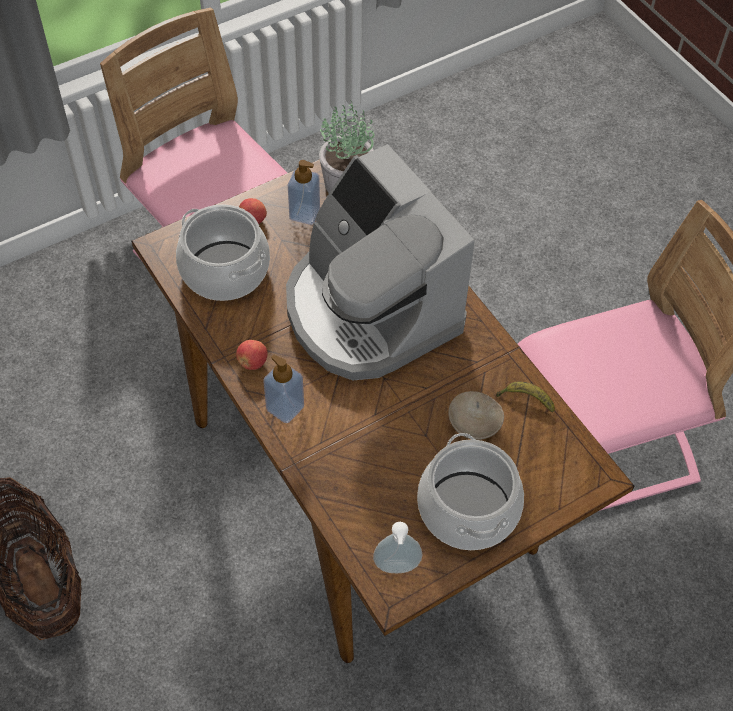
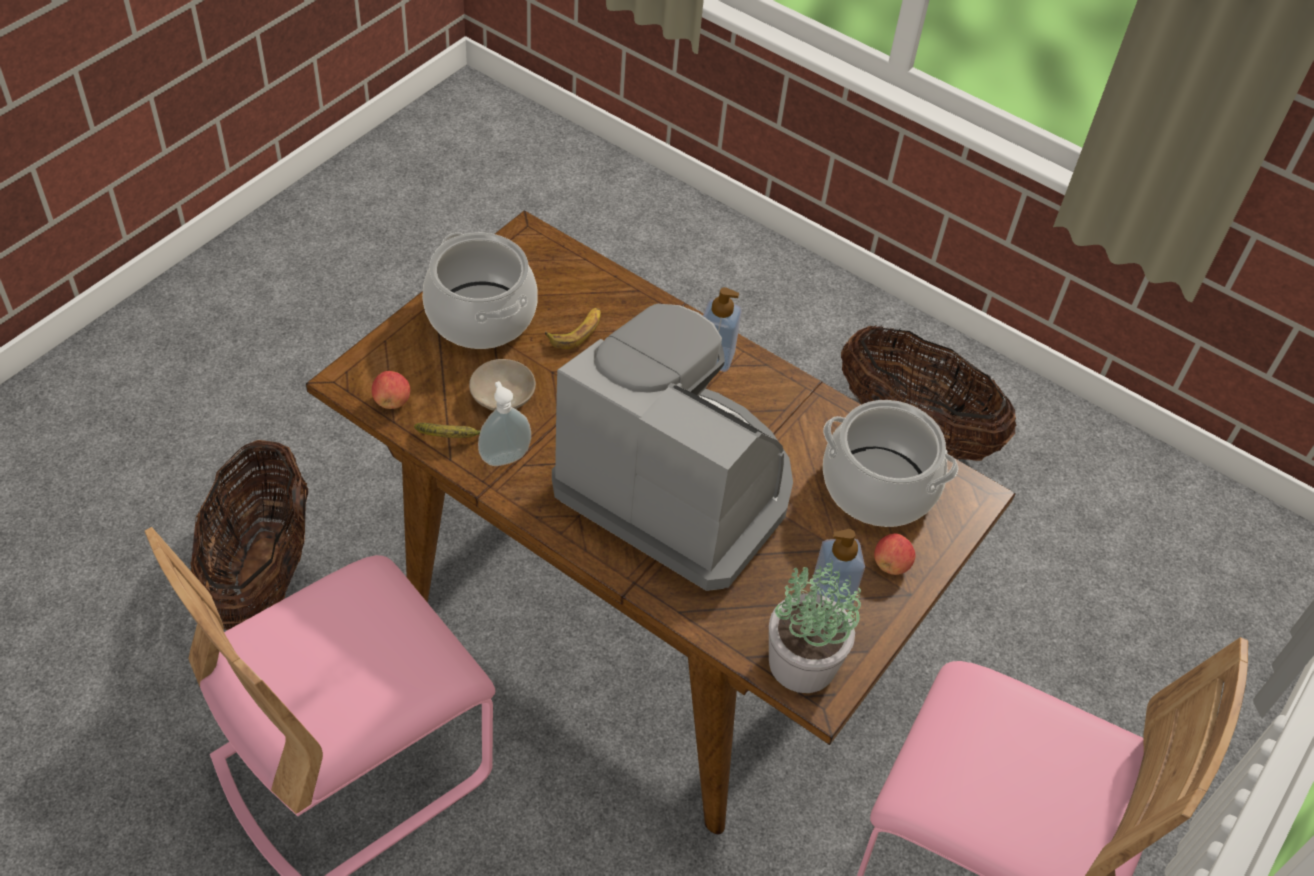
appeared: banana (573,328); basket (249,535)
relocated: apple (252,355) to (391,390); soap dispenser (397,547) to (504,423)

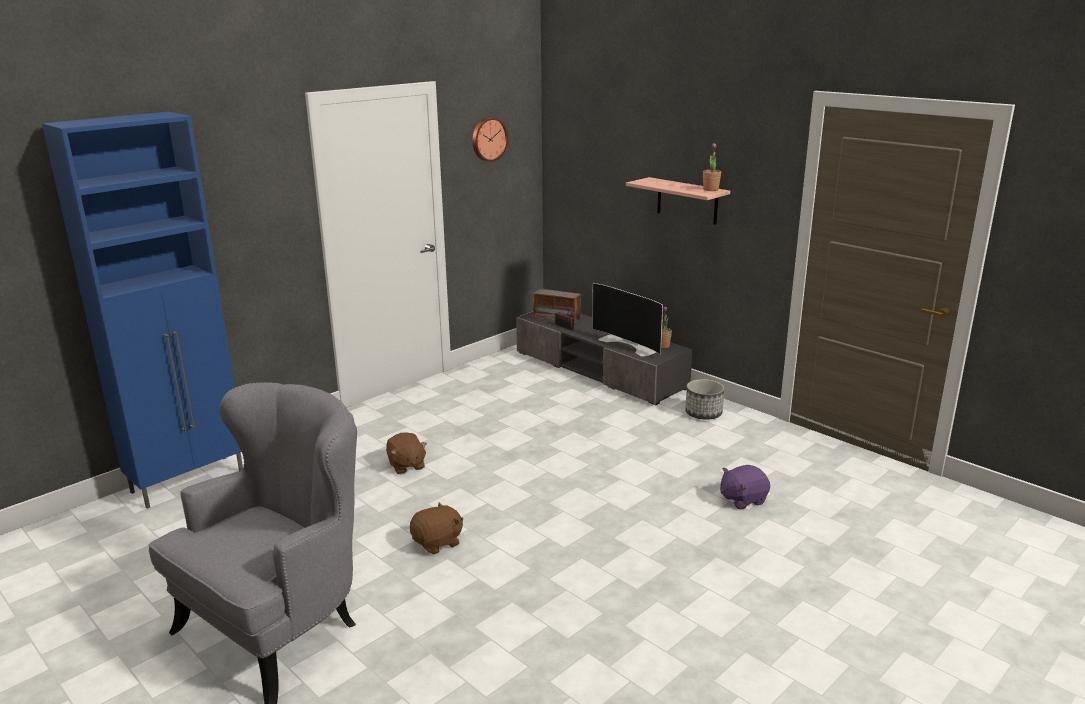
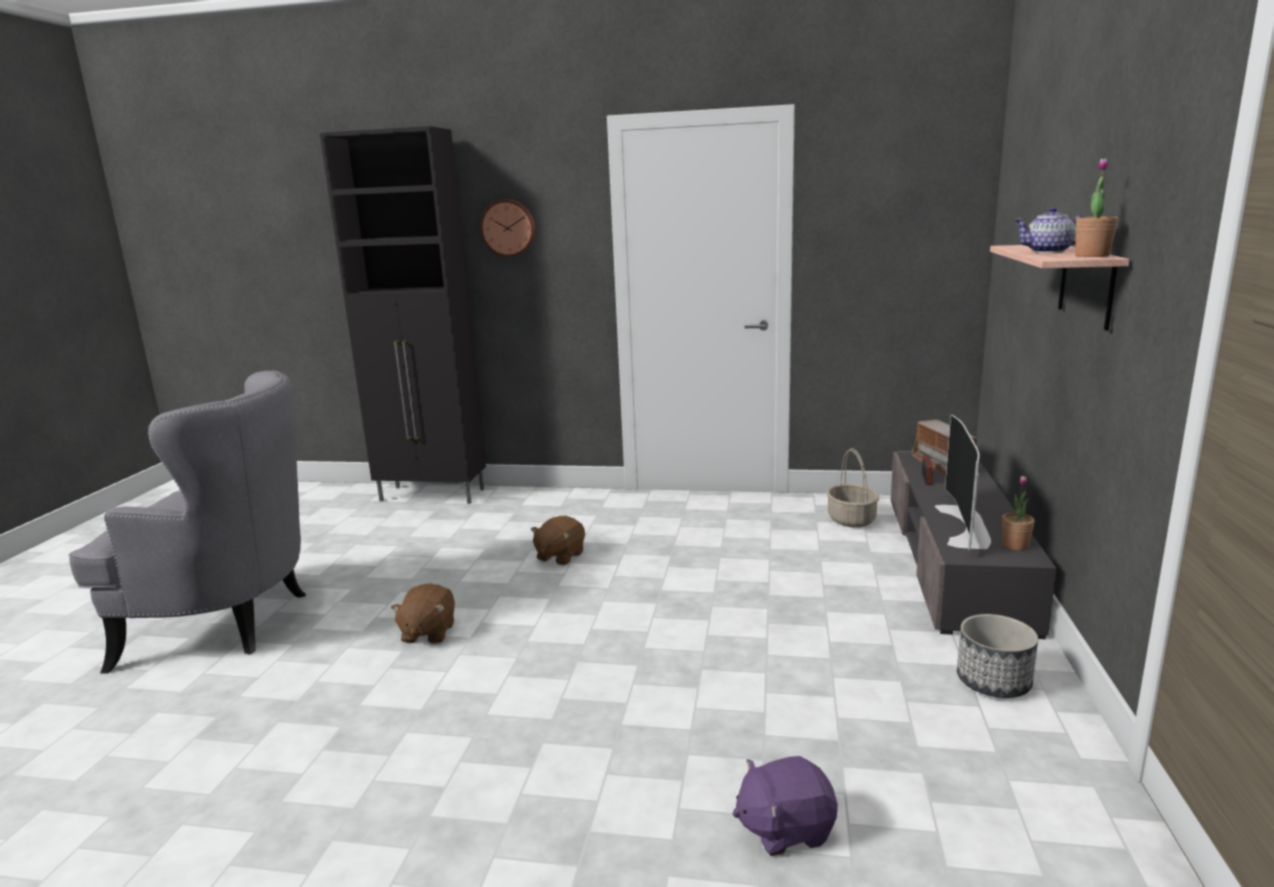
appeared: teapot (1049,230); basket (853,488)
relocated: wall clock (490,139) to (507,228)
colour: cabinet (blue) (142,310) to cabinet (black) (403,315)
spun: plush toy (purple) (745,487) = (785,806) 45 degrees counterclockwise; plush toy (brown) (436,528) = (423,613) 75 degrees clockwise

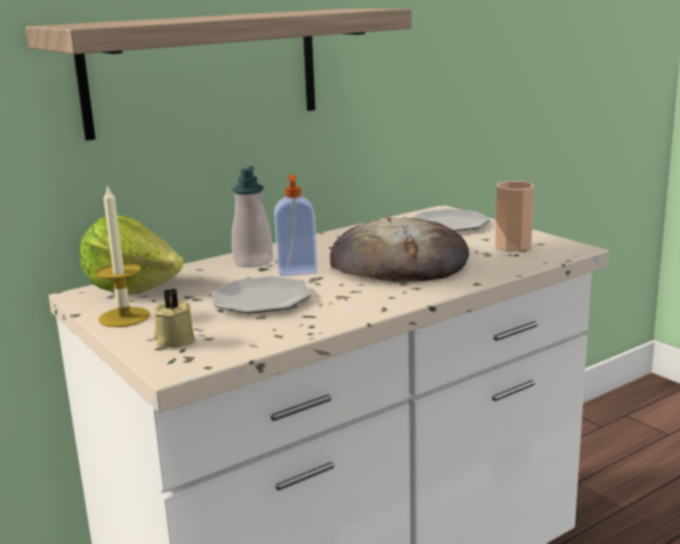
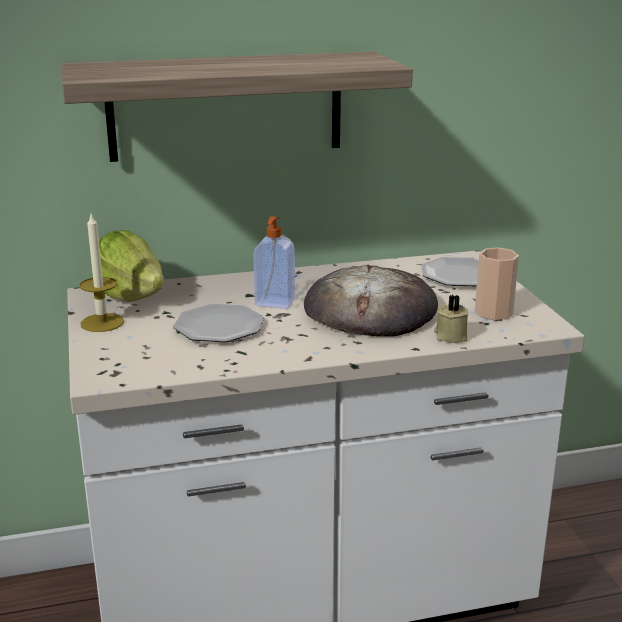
missing: soap dispenser (252,217)
relocated: candle (beige) (174,318) to (451,319)

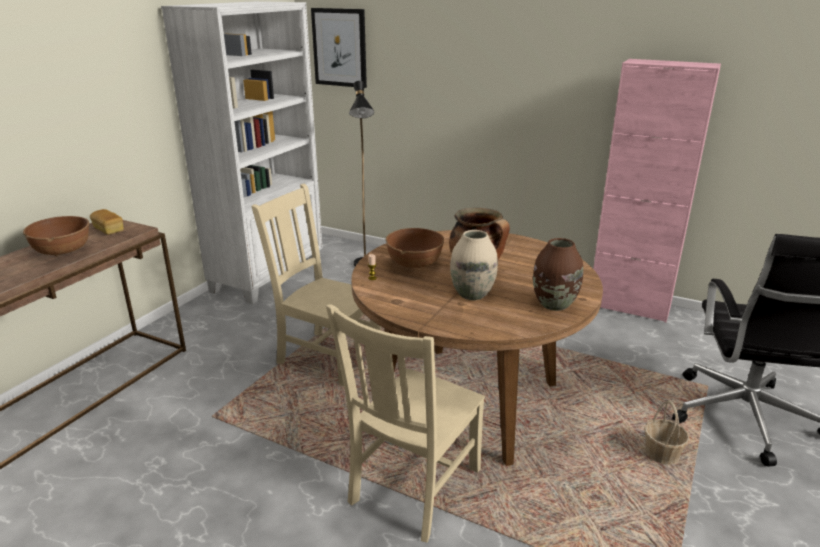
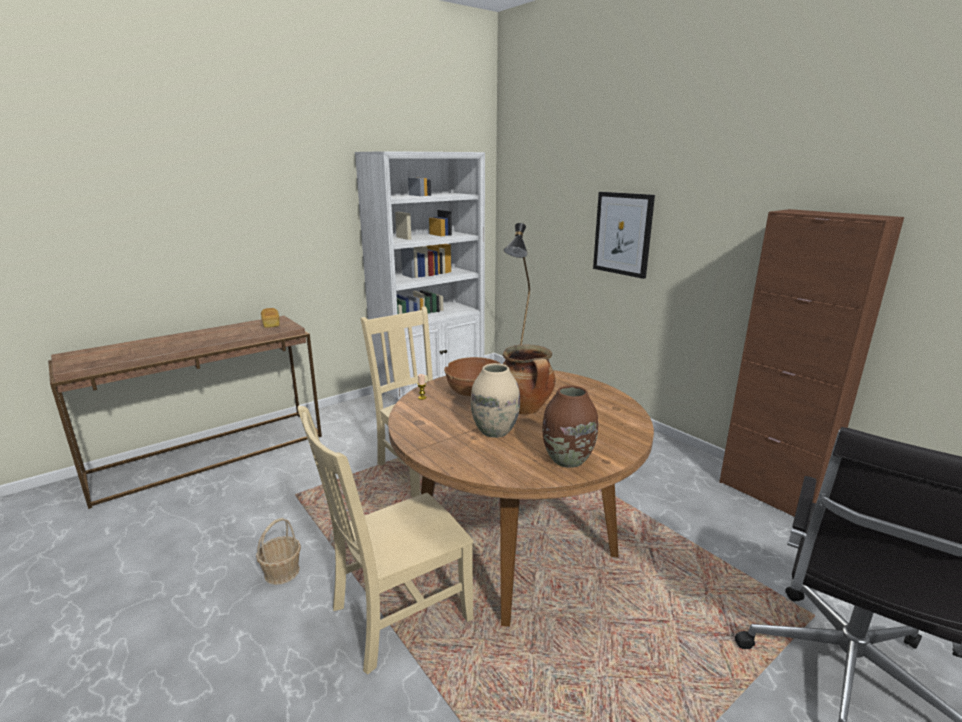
missing: bowl (brown) (56,236)
relocated: picture (339,48) to (624,235); basket (667,432) to (278,551)
colour: cabinet (pink) (657,191) to cabinet (brown) (811,363)

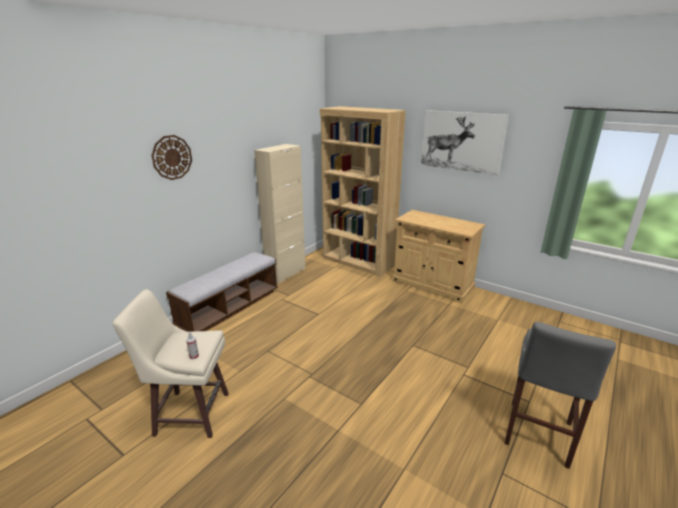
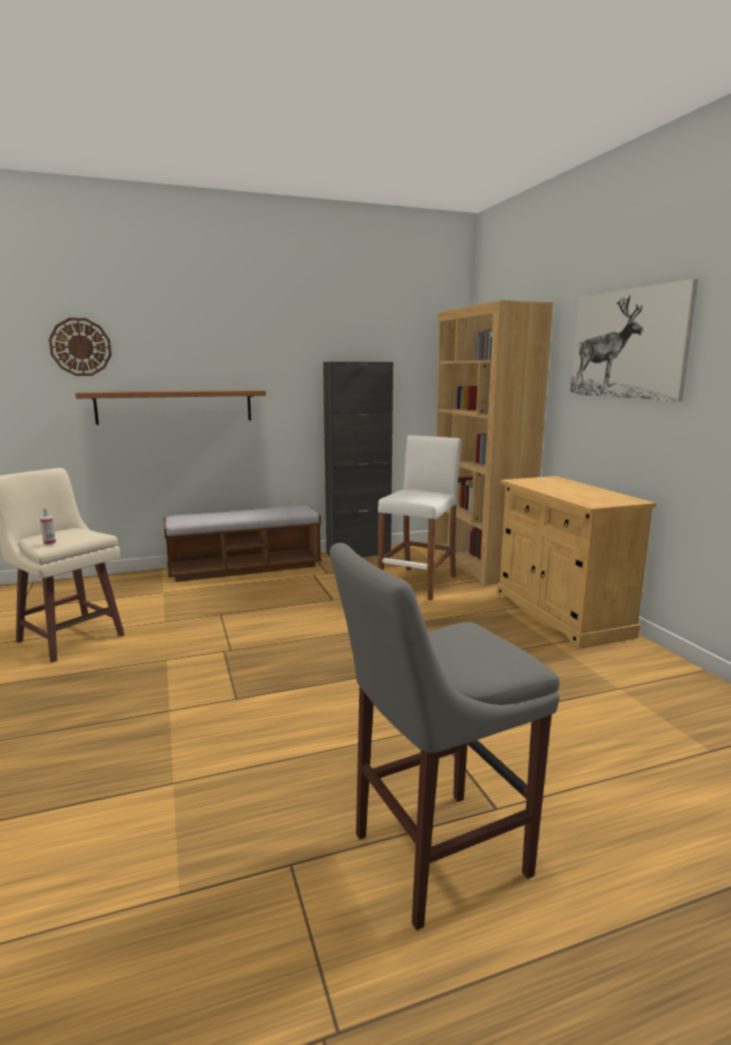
appeared: shelf (170,407); stool (white) (420,518)
relocated: wall clock (171,157) to (80,347)
colour: cabinet (beige) (280,214) to cabinet (black) (358,459)

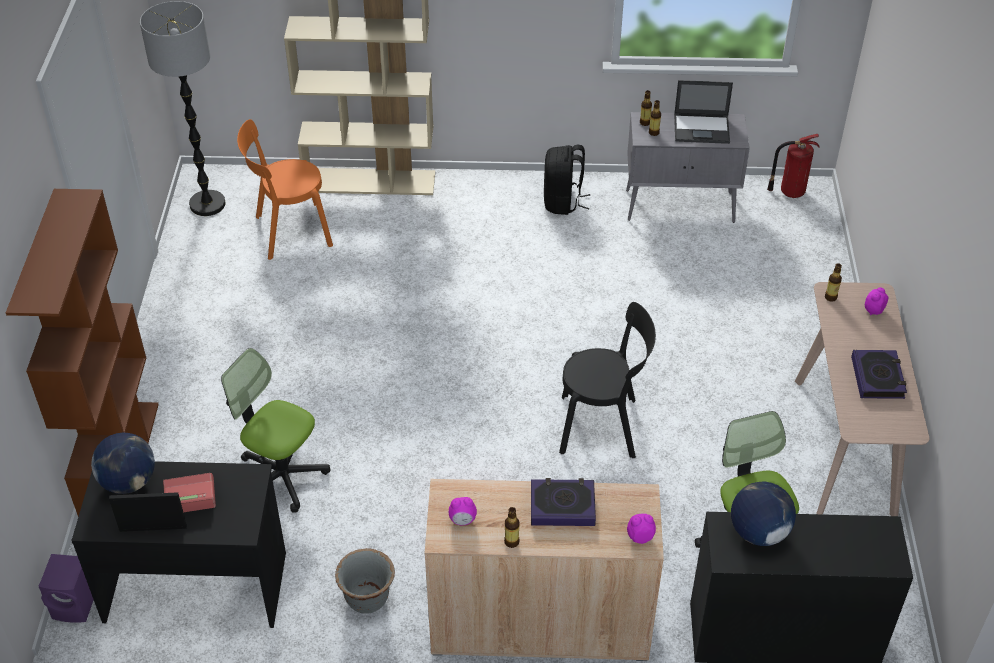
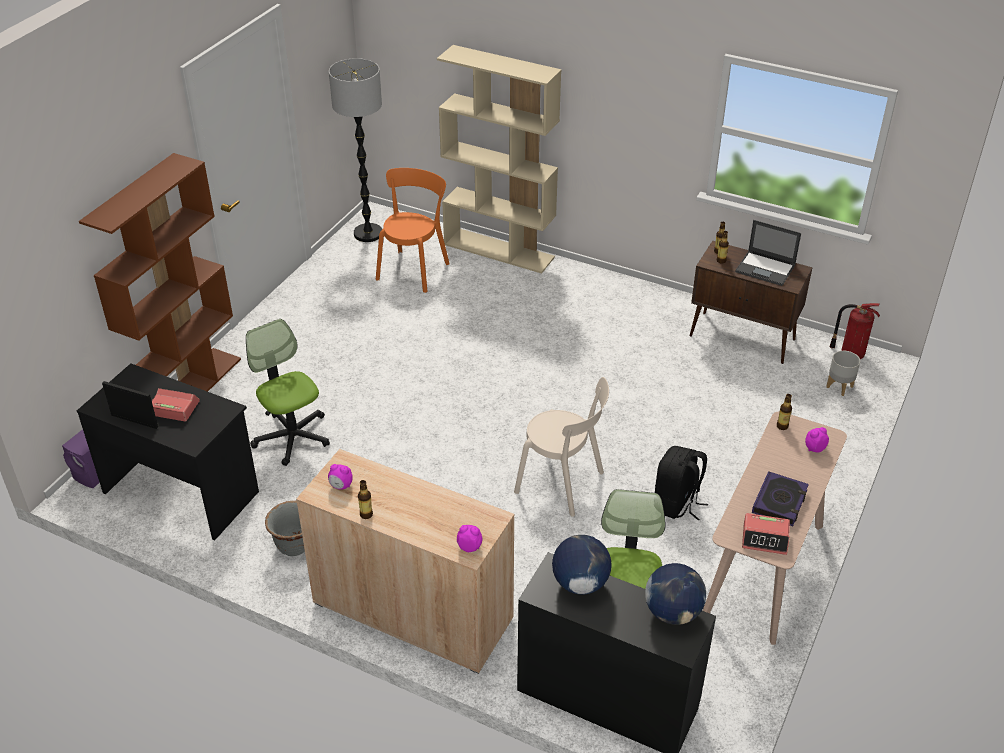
missing: book (563,502)
appeared: planter (grey) (843,373); alarm clock (766,534)
relocated: backpack (black) (567,180) to (681,483); globe (123,463) to (675,594)
colour: cabinet (grey) (688,167) to cabinet (brown) (751,302); chair (black) (607,380) to chair (beige) (561,447)
spun: chair (orange) (285,189) = (413,230) 105 degrees clockwise

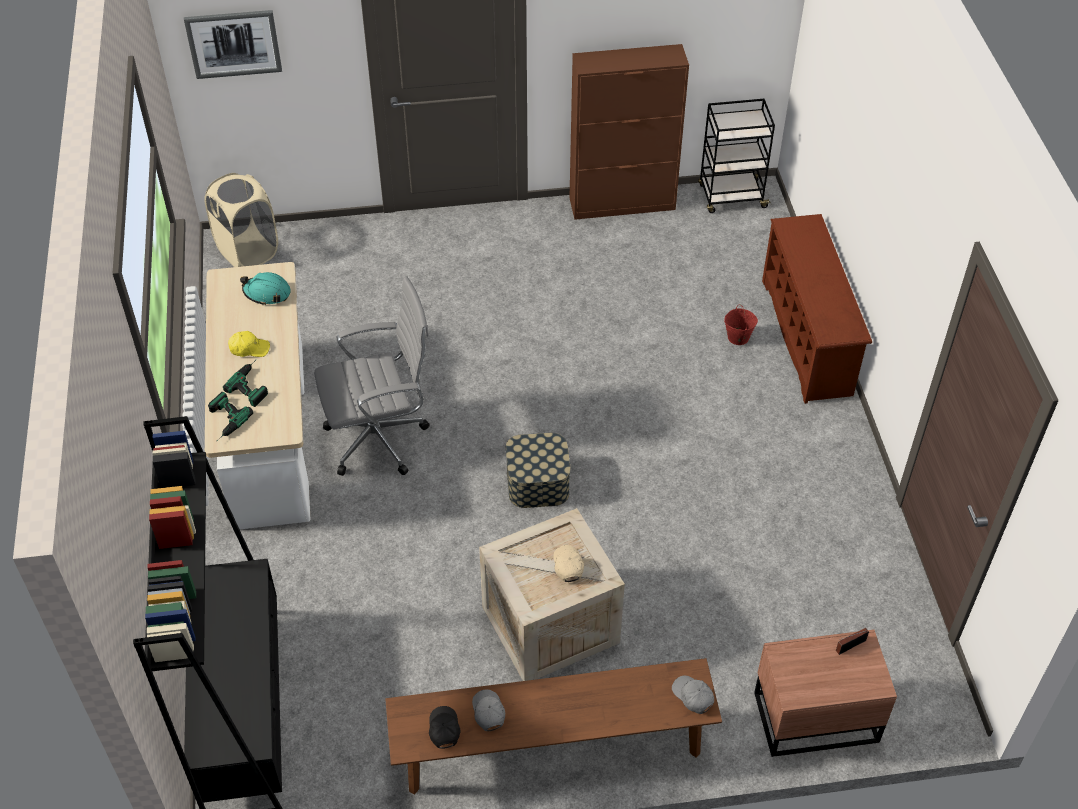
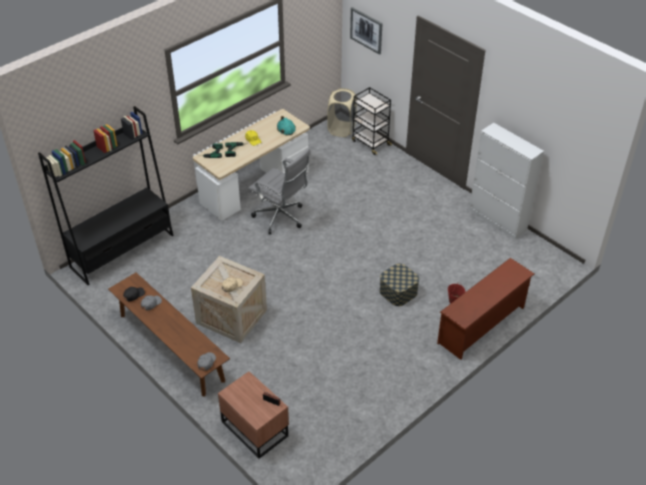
relocated: cart (black) (736,156) to (372,121); storage box (538,470) to (399,285)
colour: cabinet (brown) (629,132) to cabinet (white) (506,181)

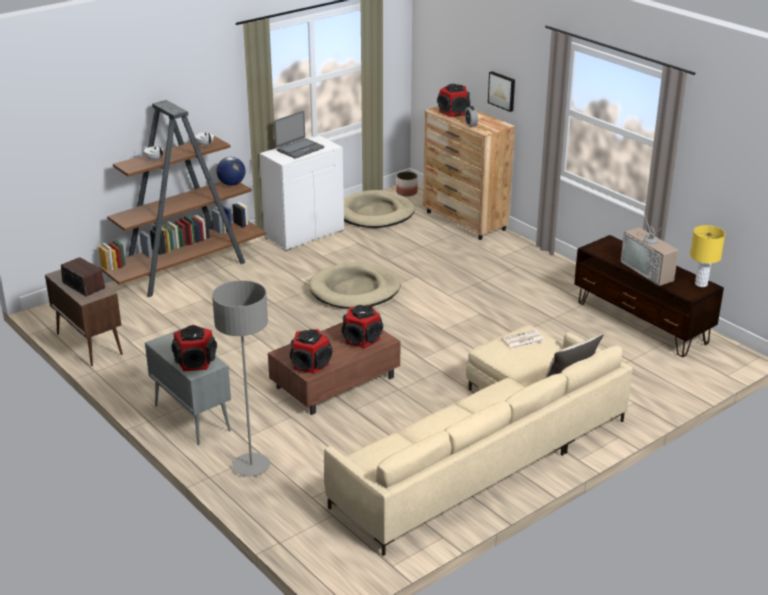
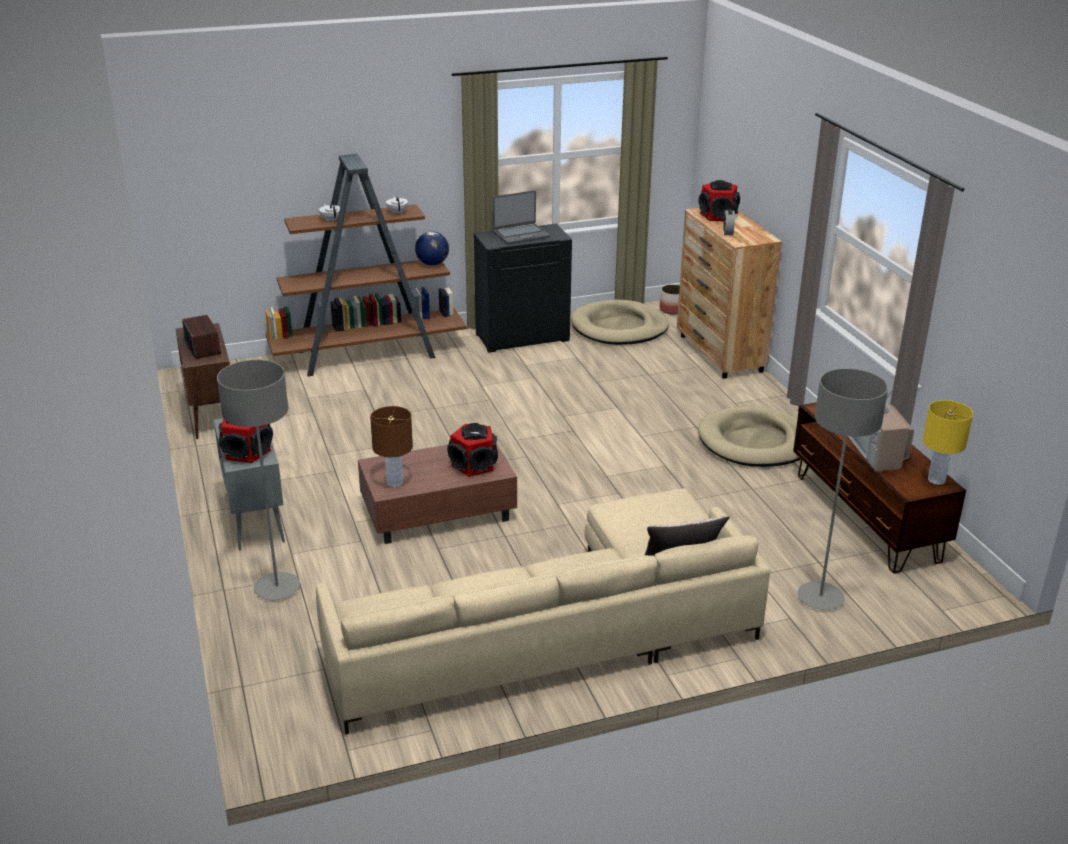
missing: picture (501,91); newspaper (523,339)
appeared: floor lamp (grey) (843,489)
relocated: dog bed (beige) (354,285) to (749,436)
exchanged: speaker (311,351) to table lamp (brown) (391,446)
colour: cabinet (white) (302,193) to cabinet (black) (523,288)

